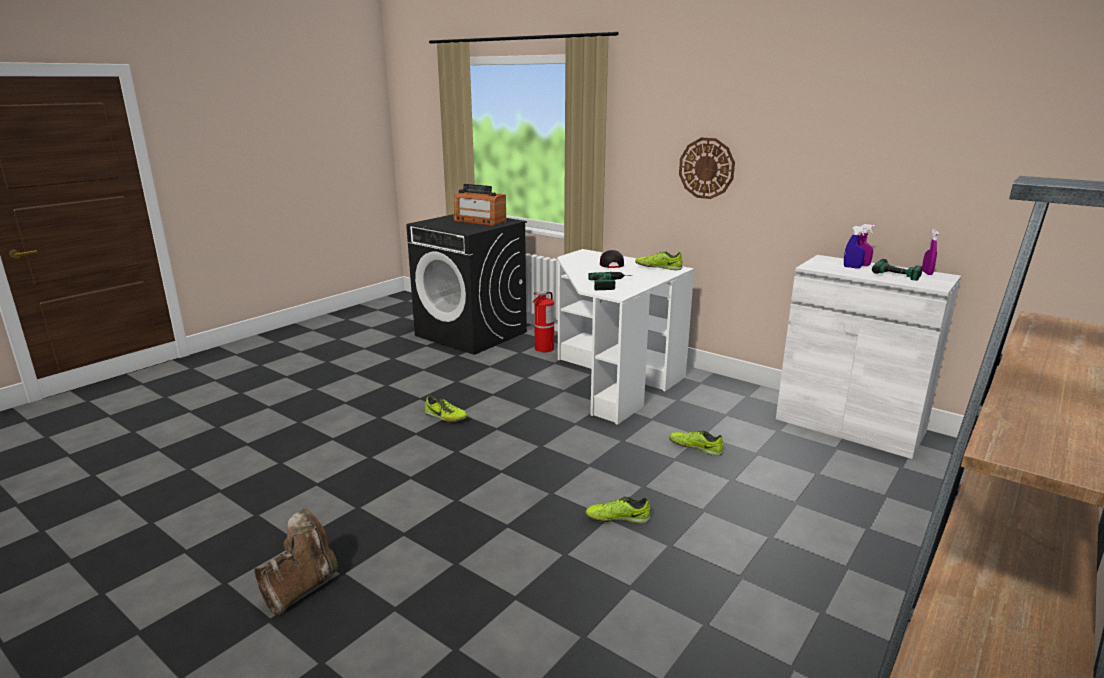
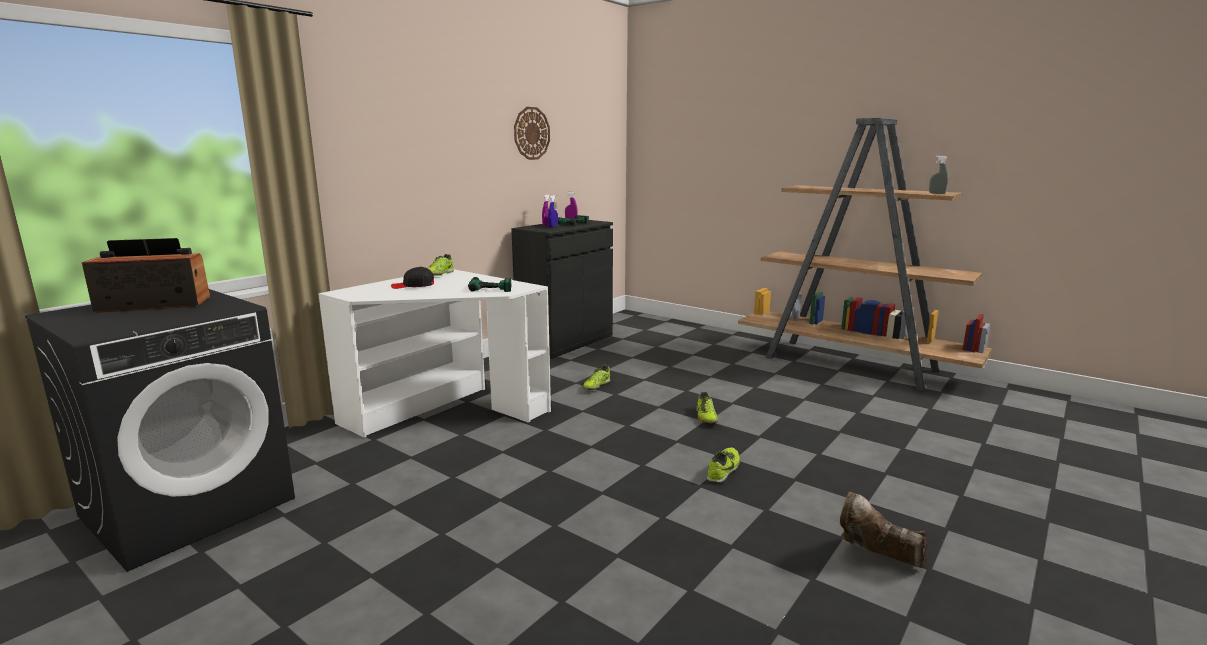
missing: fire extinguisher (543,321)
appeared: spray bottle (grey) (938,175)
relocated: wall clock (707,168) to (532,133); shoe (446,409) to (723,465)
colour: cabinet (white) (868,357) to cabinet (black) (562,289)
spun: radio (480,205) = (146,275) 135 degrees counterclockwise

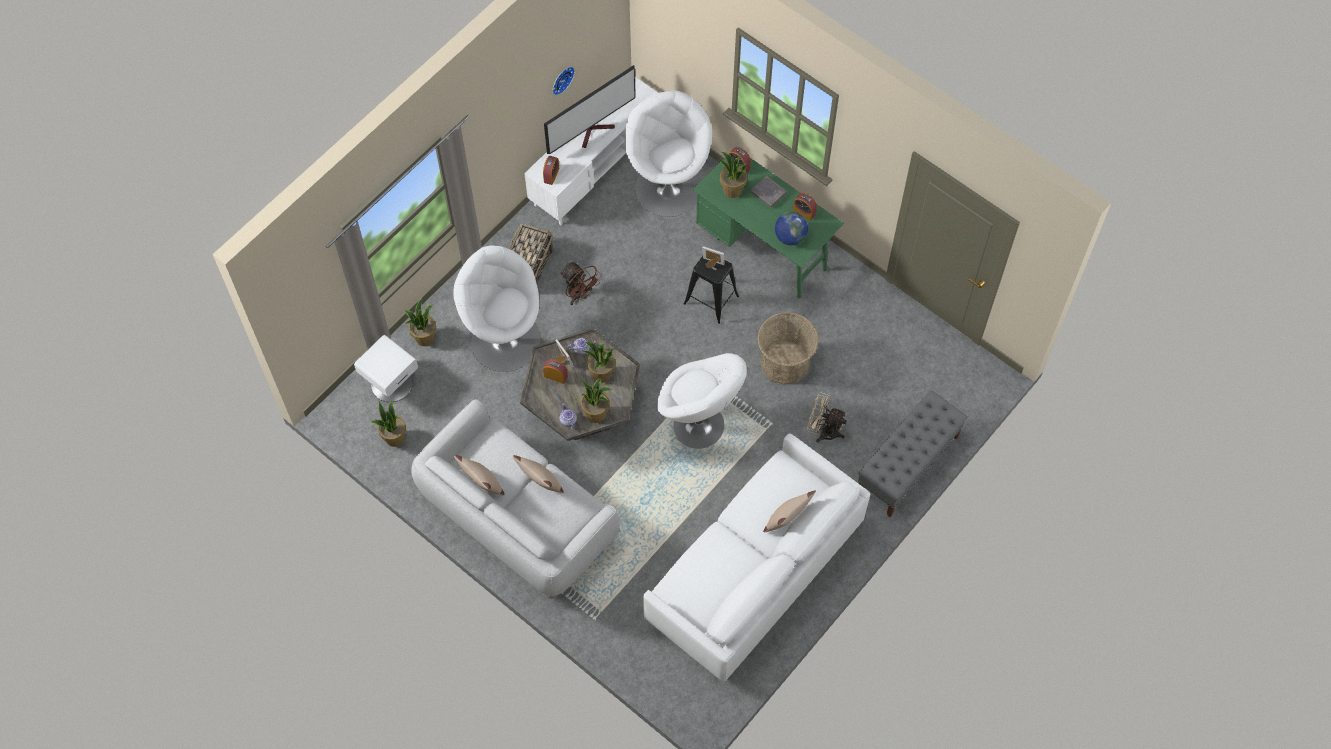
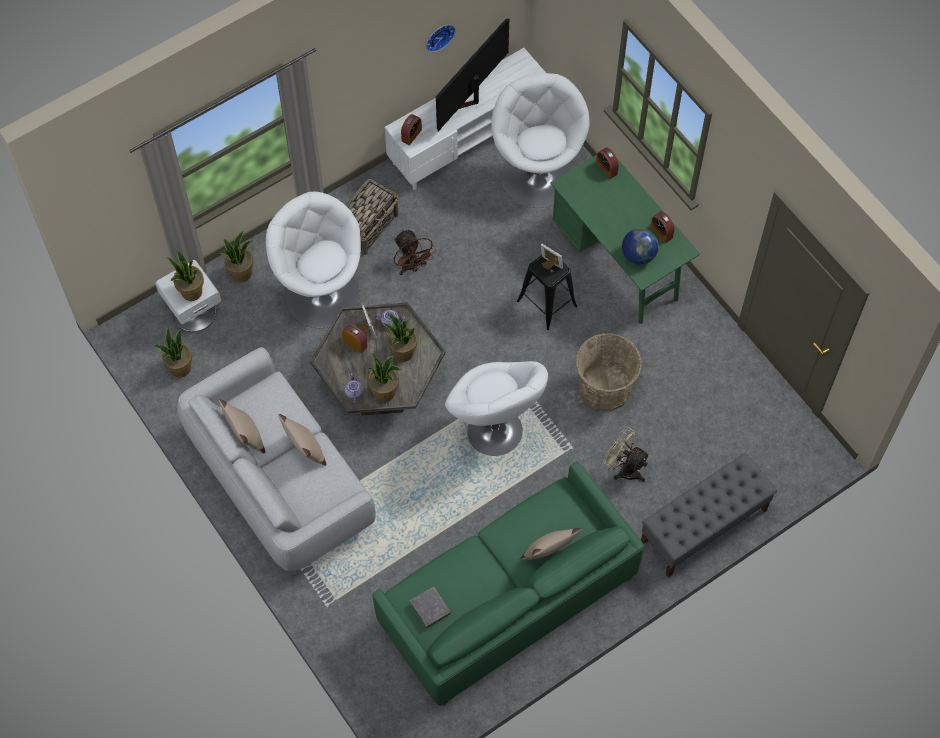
relocated: potted plant (732,175) to (185,276); book (grey) (769,192) to (430,607)
colour: sofa (white) (756,557) to sofa (green) (508,584)
spun: television (589,109) = (472,75) 150 degrees clockwise

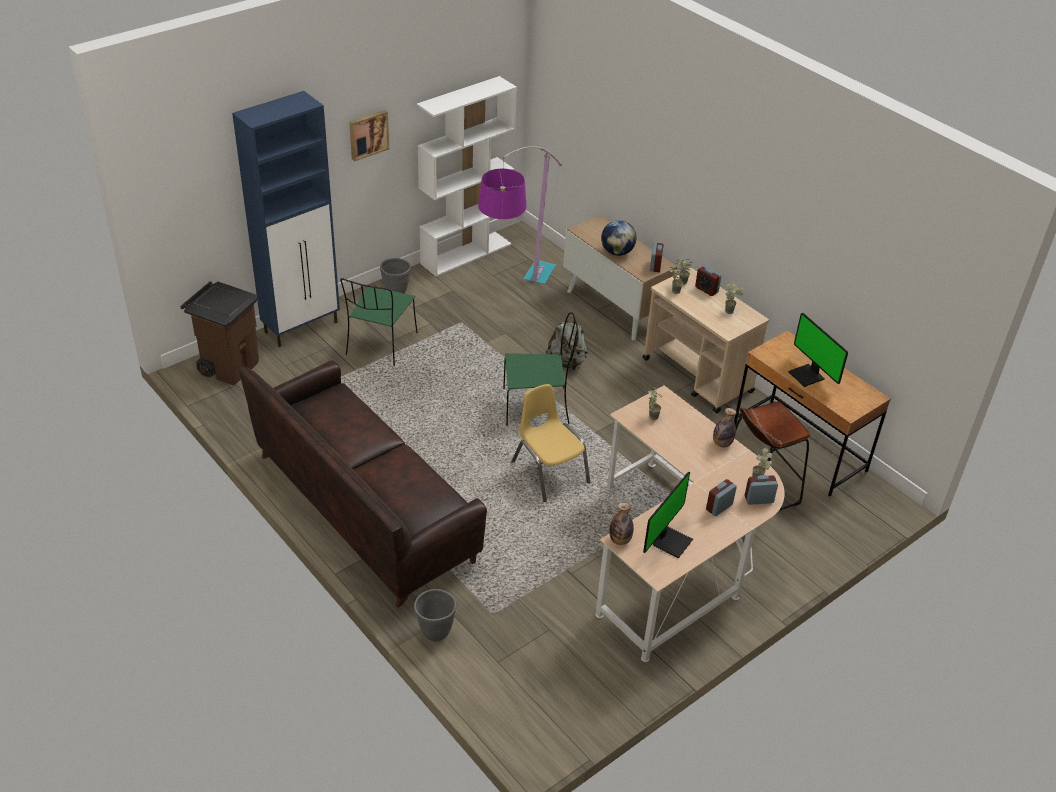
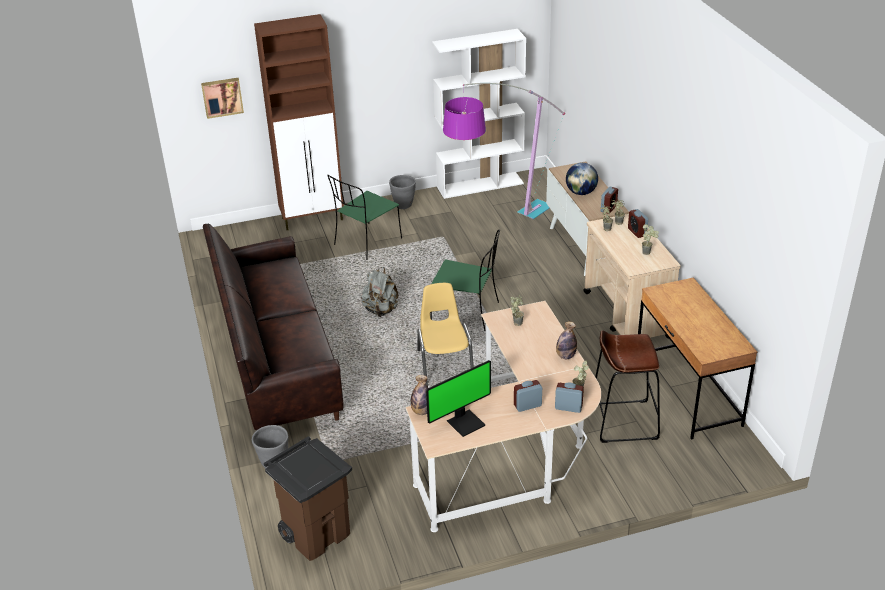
missing: monitor (818,350)
relocated: picture (369,135) to (222,98); trash can (brown) (219,333) to (308,498); backpack (grey) (567,343) to (379,292)
colour: cabinet (blue) (286,219) to cabinet (brown) (299,122)

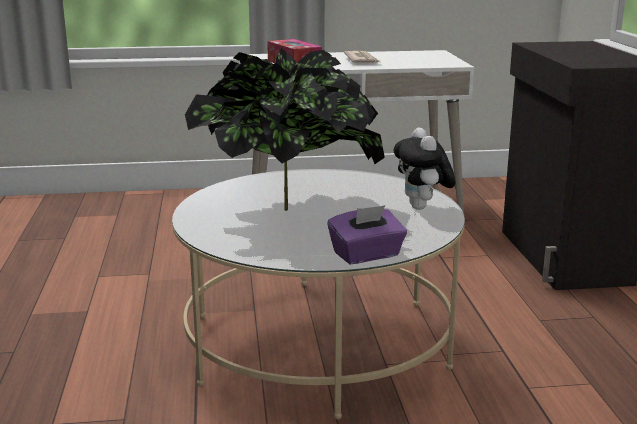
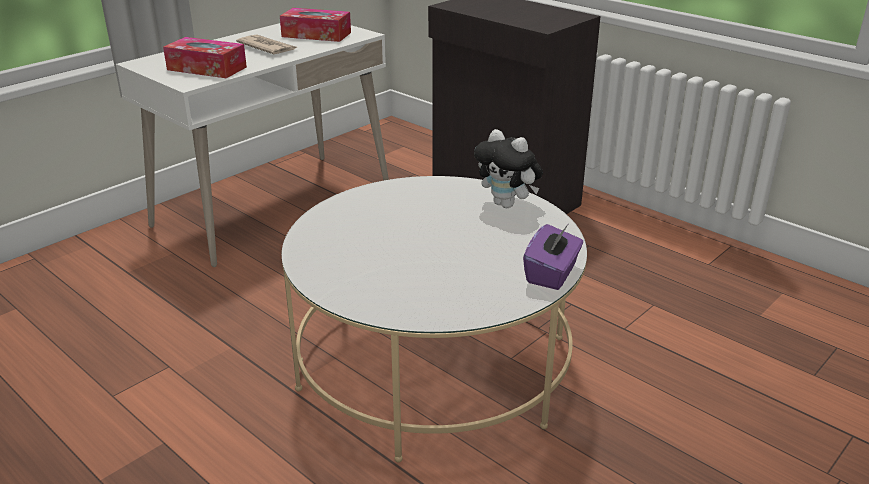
missing: potted plant (285,129)
appeared: tissue box (315,25)

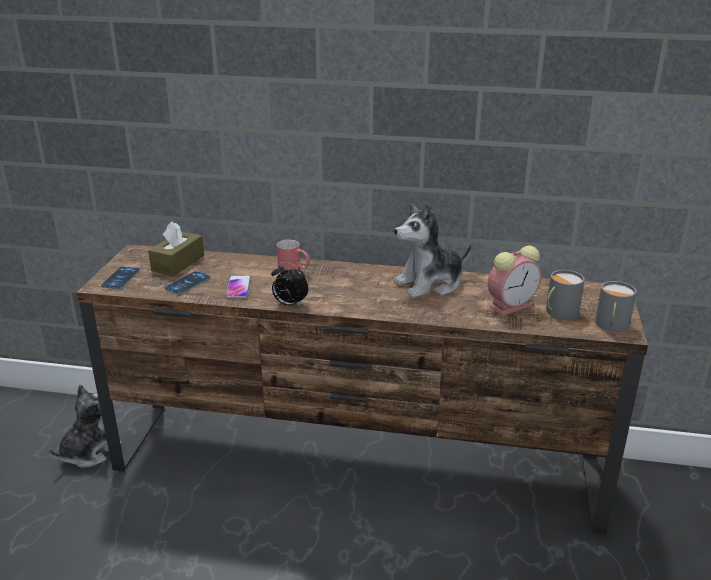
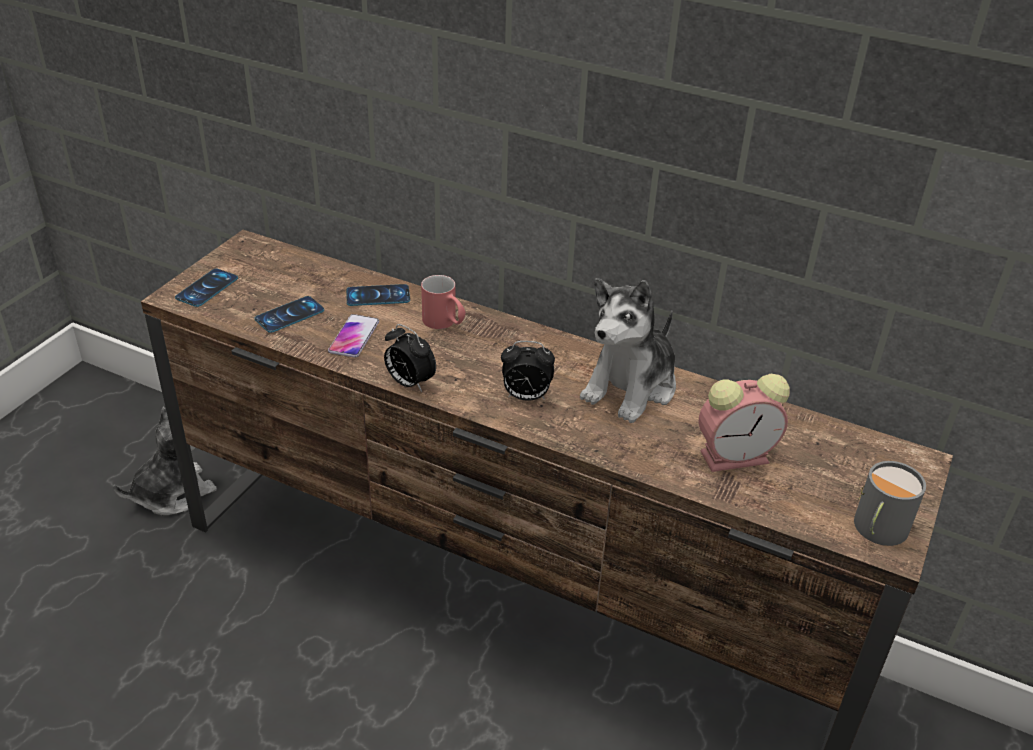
missing: tissue box (brown) (176,249); mug (grey) (565,294)
appeared: phone (378,295); alarm clock (528,371)
spun: plush toy (433,251) = (628,350) 45 degrees counterclockwise

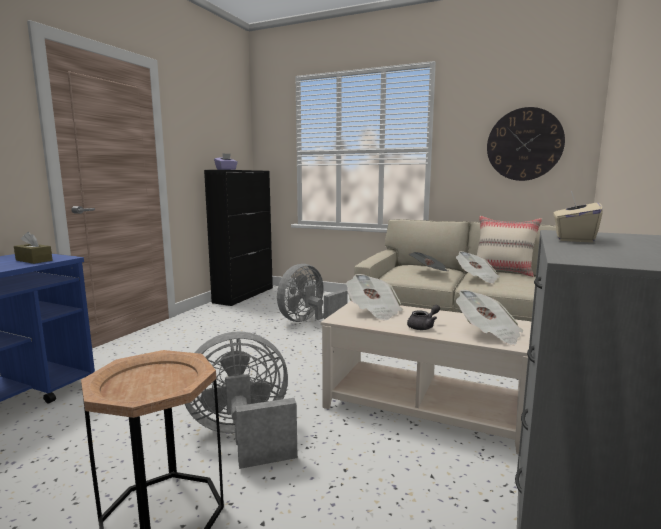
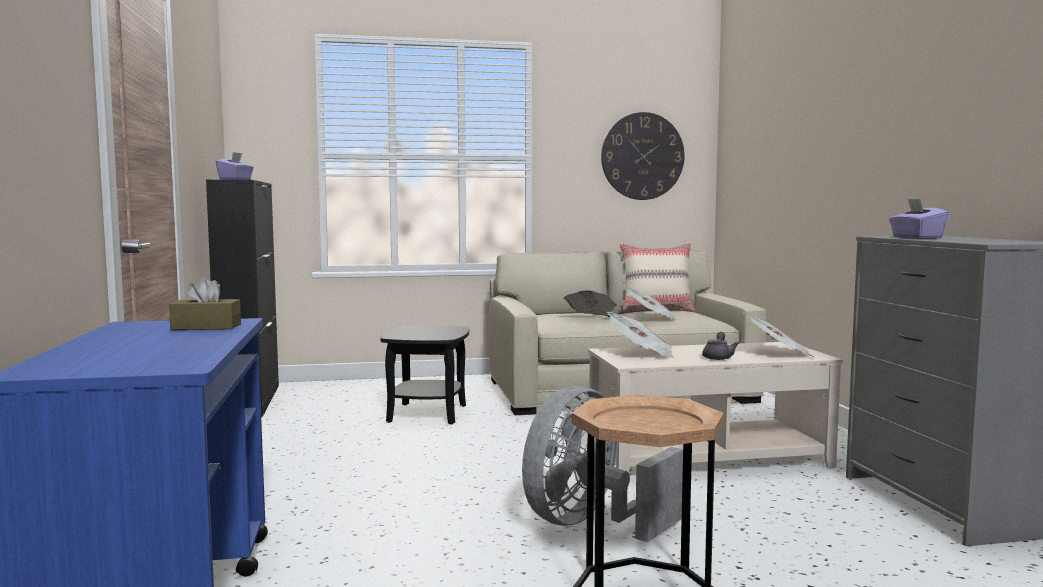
exchanged: fan (grey) (312,293) to side table (black) (425,374)
colour: tissue box (beige) (578,217) to tissue box (purple) (919,219)

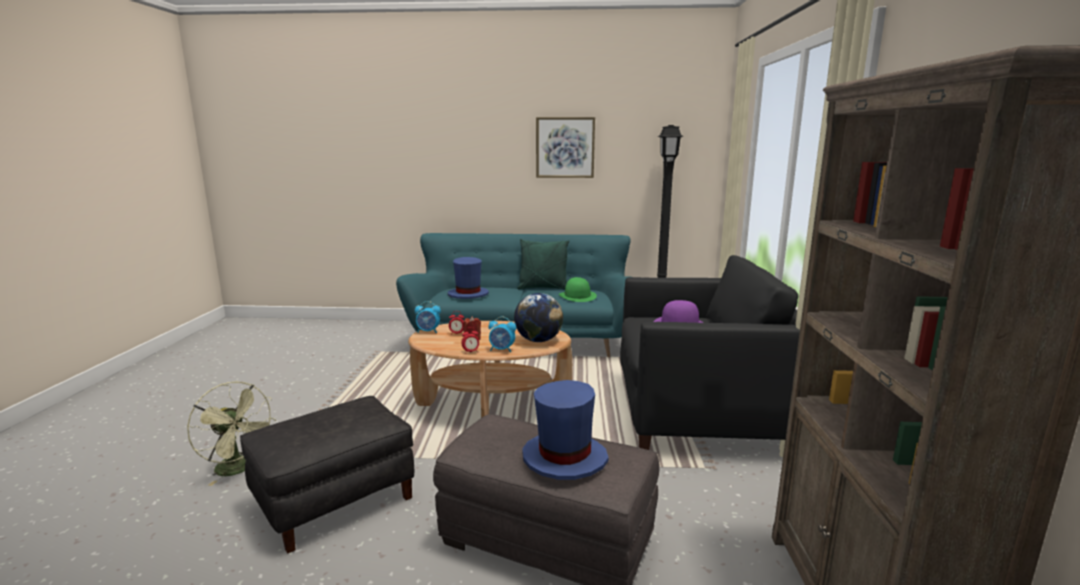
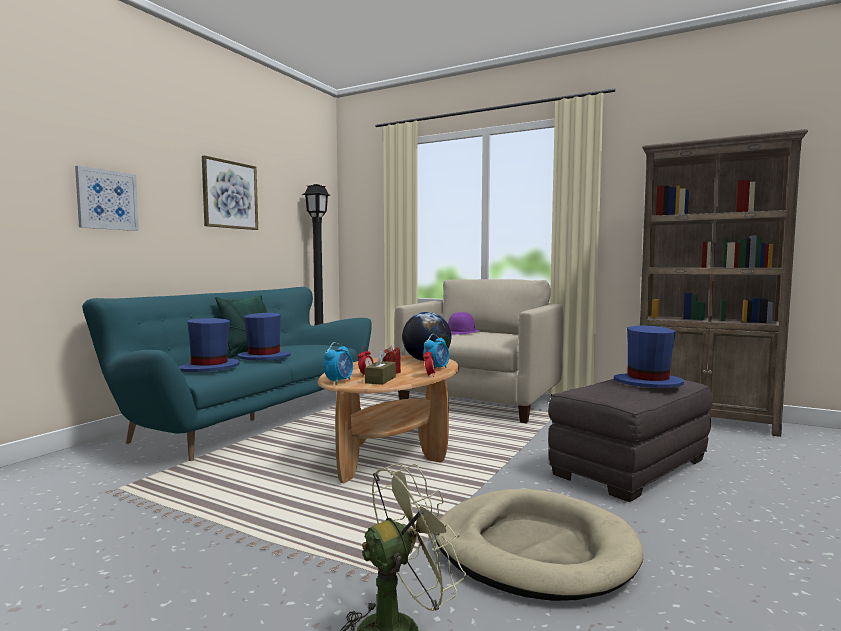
missing: hat (green) (578,289)
appeared: picture (107,198); hat (blue) (264,336); tissue box (brown) (380,367)
exchanged: ottoman (black) (327,475) to dog bed (beige) (539,545)
colour: armchair (black) (710,352) to armchair (beige) (478,351)

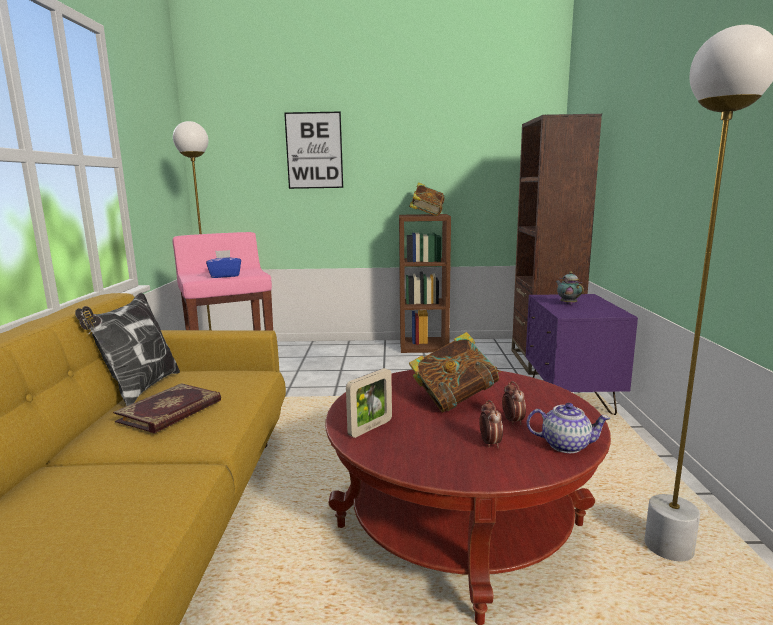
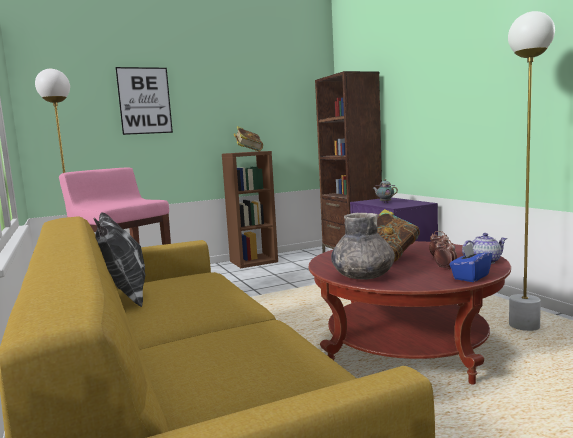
missing: book (167,408)
relocated: tissue box (blue) (223,264) to (471,262)
exchanged: picture frame (369,403) to vase (grey) (363,246)

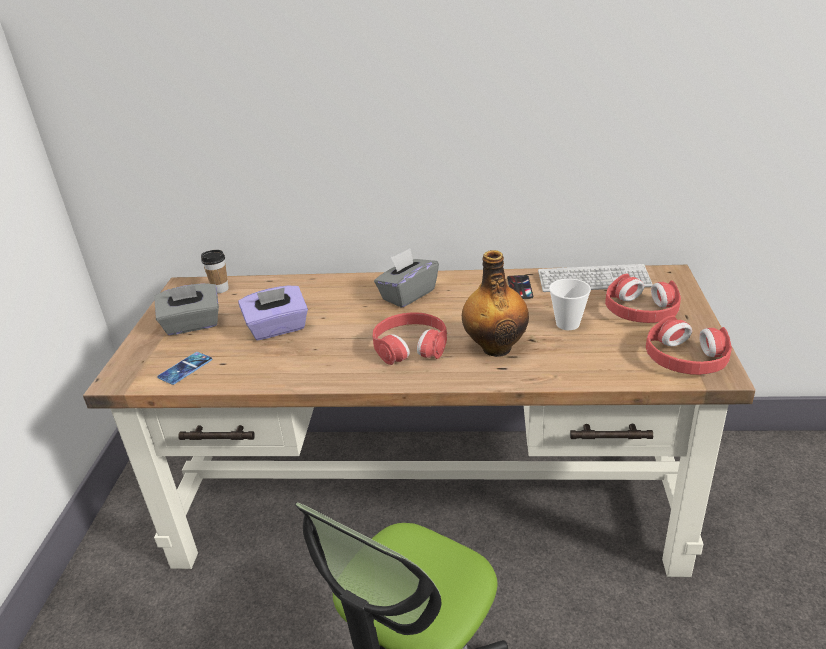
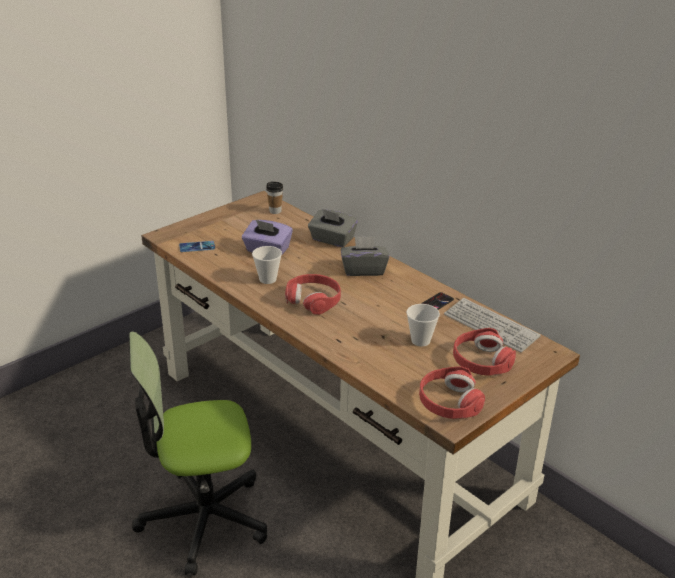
missing: bottle (495,303)
appeared: cup (267,265)
relocated: tissue box (grey) (186,309) to (333,228)

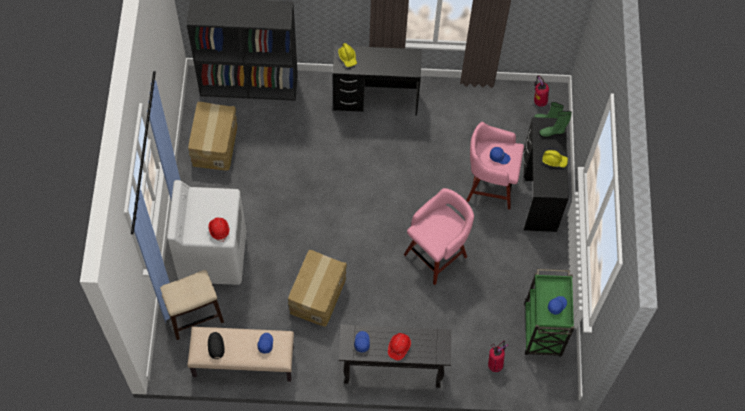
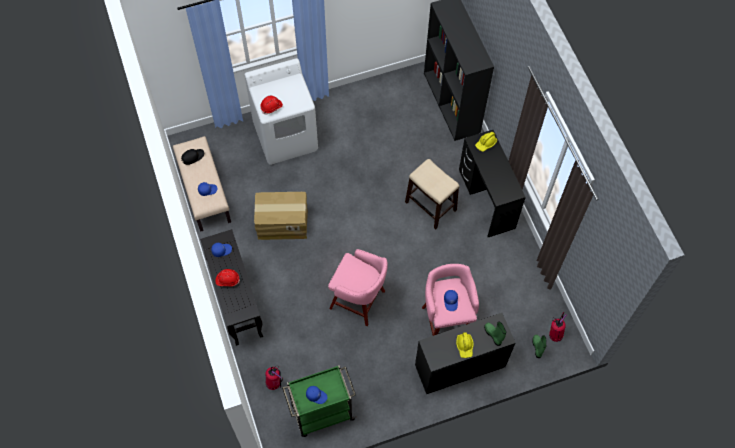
missing: cardboard box (212,136)
relocated: stool (192,305) to (432,194)

